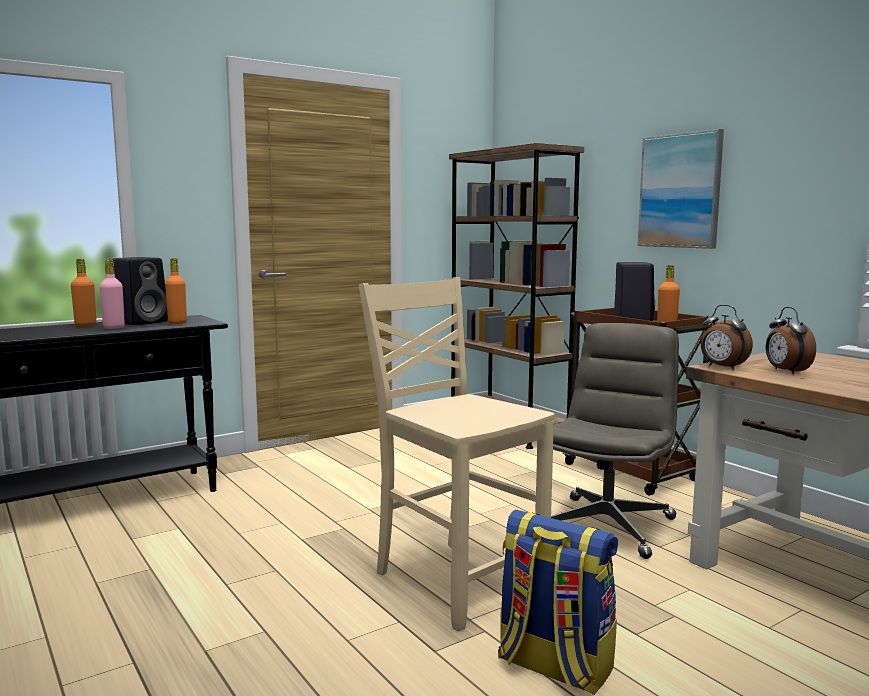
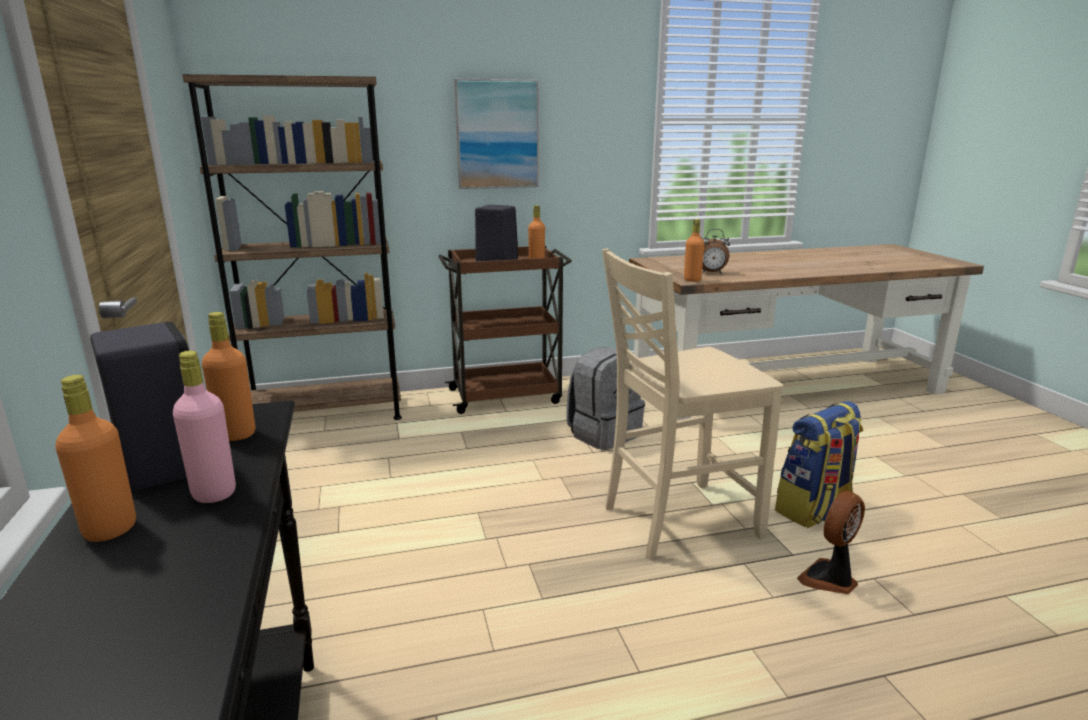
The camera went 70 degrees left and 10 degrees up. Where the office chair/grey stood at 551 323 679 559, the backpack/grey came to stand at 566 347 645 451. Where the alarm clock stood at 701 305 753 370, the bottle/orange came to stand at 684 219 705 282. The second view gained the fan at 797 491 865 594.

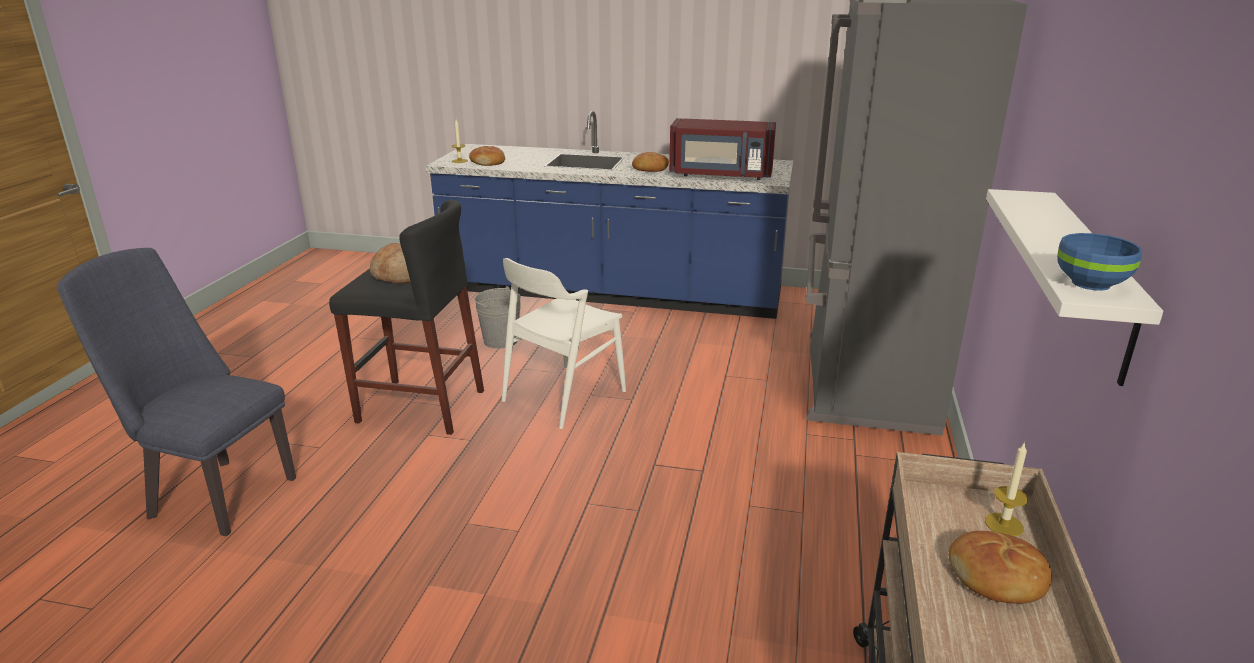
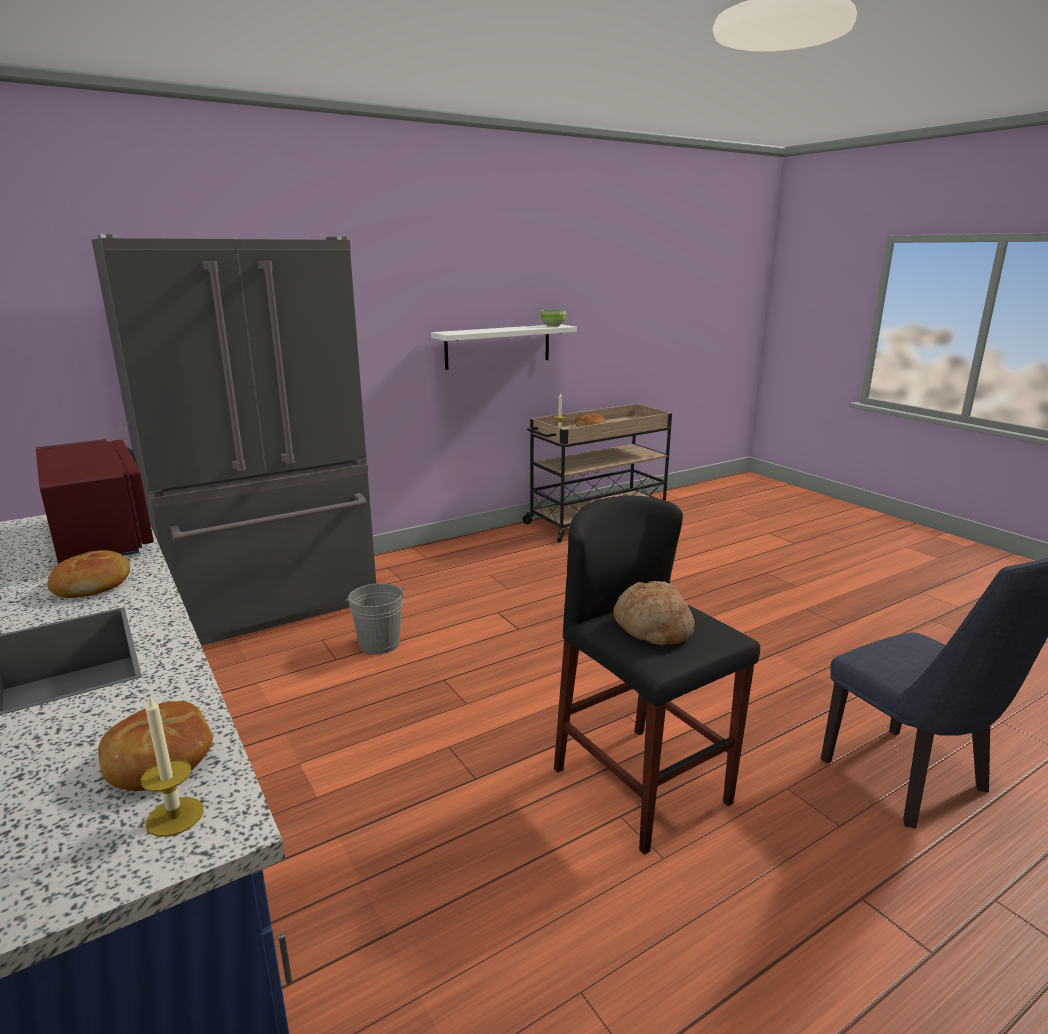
The camera went 135 degrees left and 5 degrees down. The bucket/grey ended up elsewhere, having gone from 474 286 521 349 to 346 583 406 654. The second view lost the chair/white at 502 258 626 429. What was the bowl/blue at 1057 233 1142 291 turned into the bowl/green at 540 310 566 327.

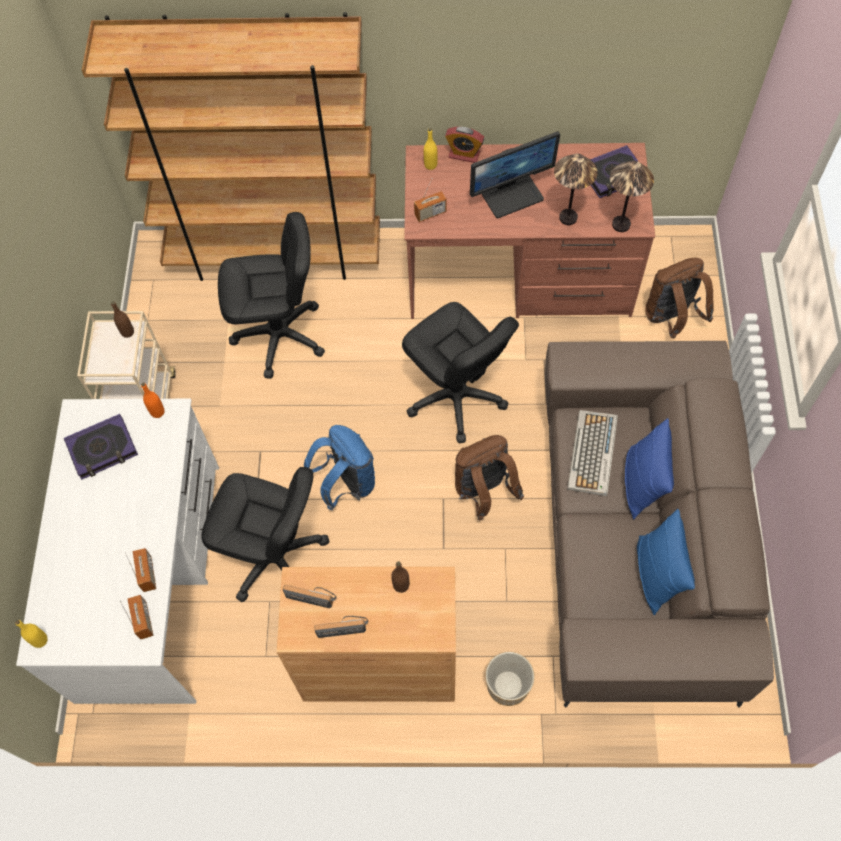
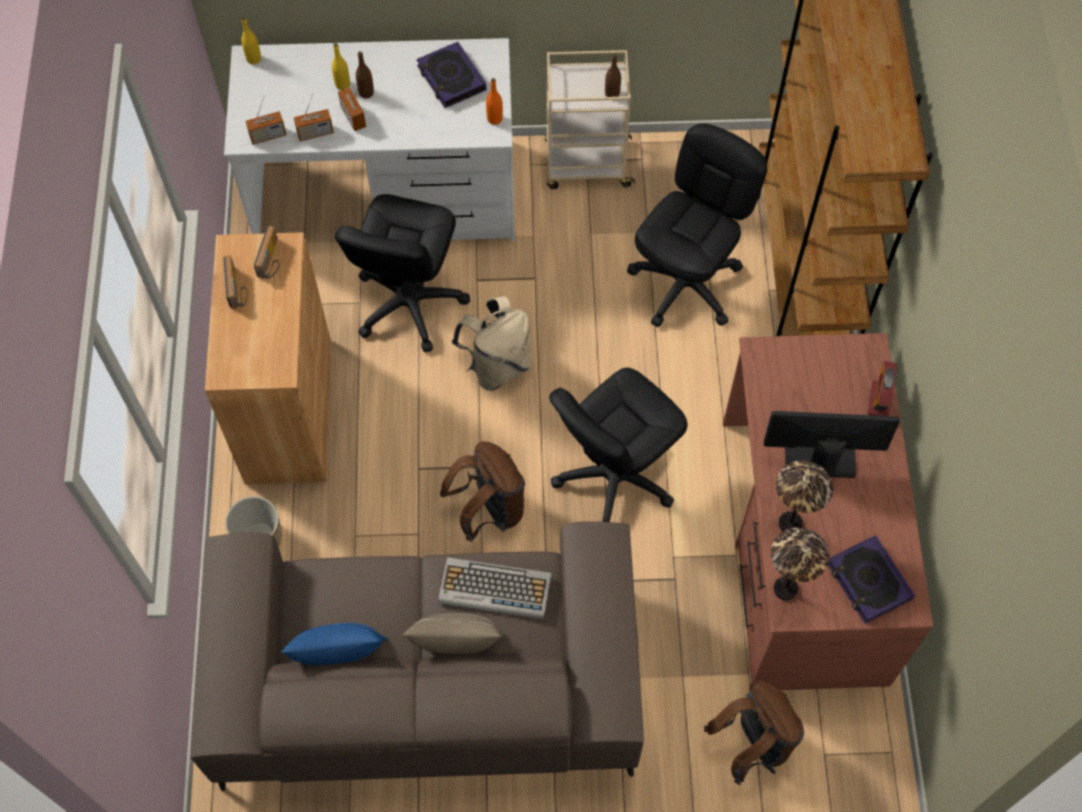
The camera went 85 degrees right and 0 degrees up. The office chair/black at 218 212 325 379 ended up facing another way, 135 degrees counterclockwise from before. What was the backpack/blue at 304 425 375 511 turned into the backpack/beige at 452 296 531 391. The bottle/brown ended up elsewhere, having gone from 391 562 410 593 to 356 51 374 99. The radio ended up elsewhere, having gone from 414 179 446 222 to 338 86 366 131. The bottle/yellow ended up elsewhere, having gone from 424 128 438 170 to 332 43 350 90. The monitor at 470 131 560 218 ended up facing another way, 120 degrees clockwise from before. What was the pillow/blue at 625 418 674 520 turned into the pillow/beige at 402 613 506 654.

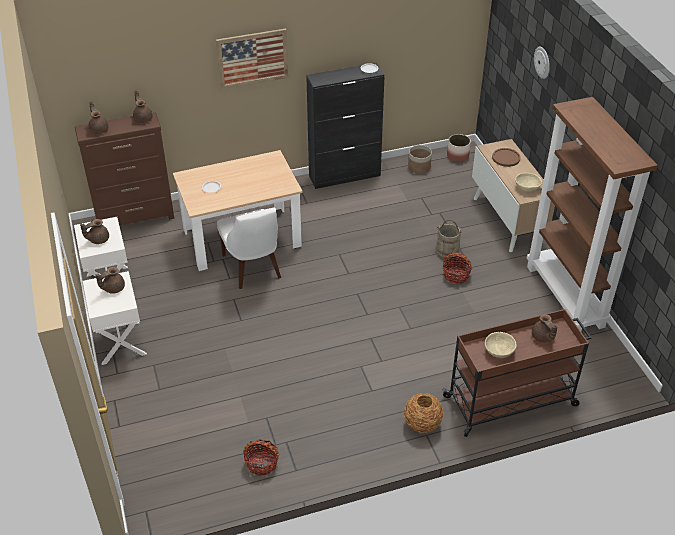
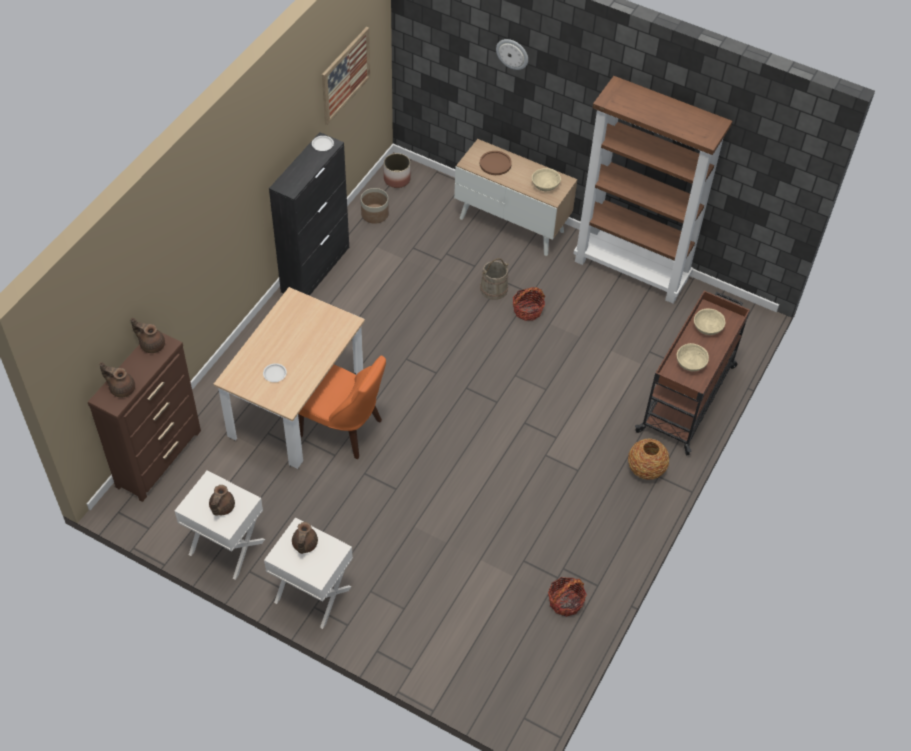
The camera went 45 degrees left and 10 degrees up. The picture ended up elsewhere, having gone from 216 28 289 89 to 322 27 371 125. What was the chair/white at 217 207 281 289 turned into the chair/orange at 298 356 386 459. Where the teapot/brown stood at 532 314 557 343, the bowl/beige came to stand at 694 308 725 335.

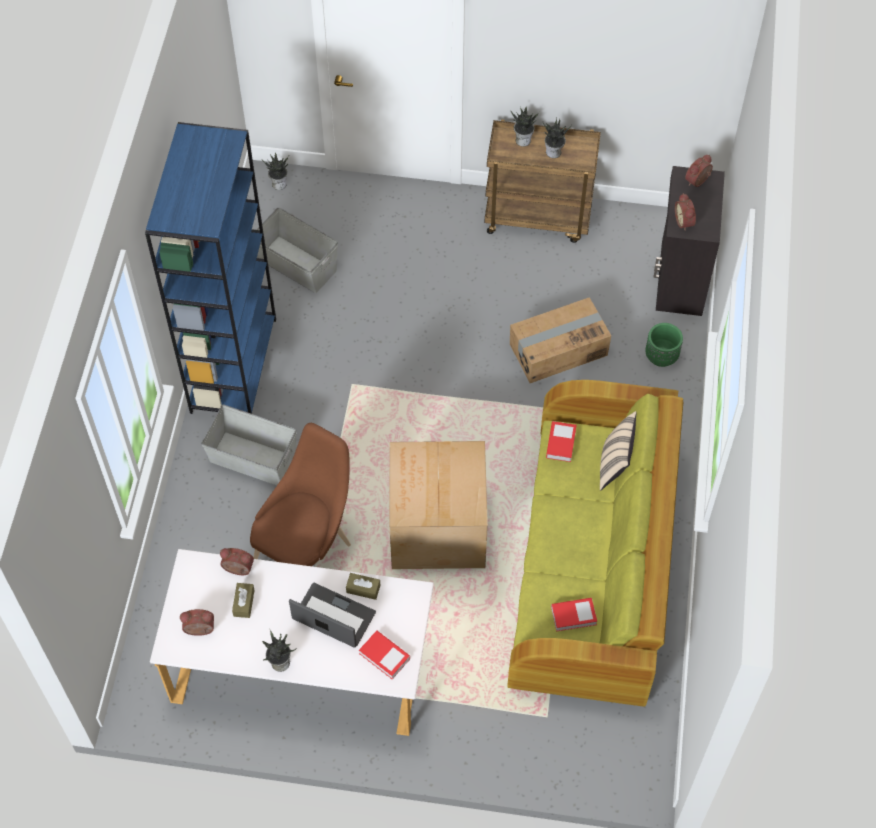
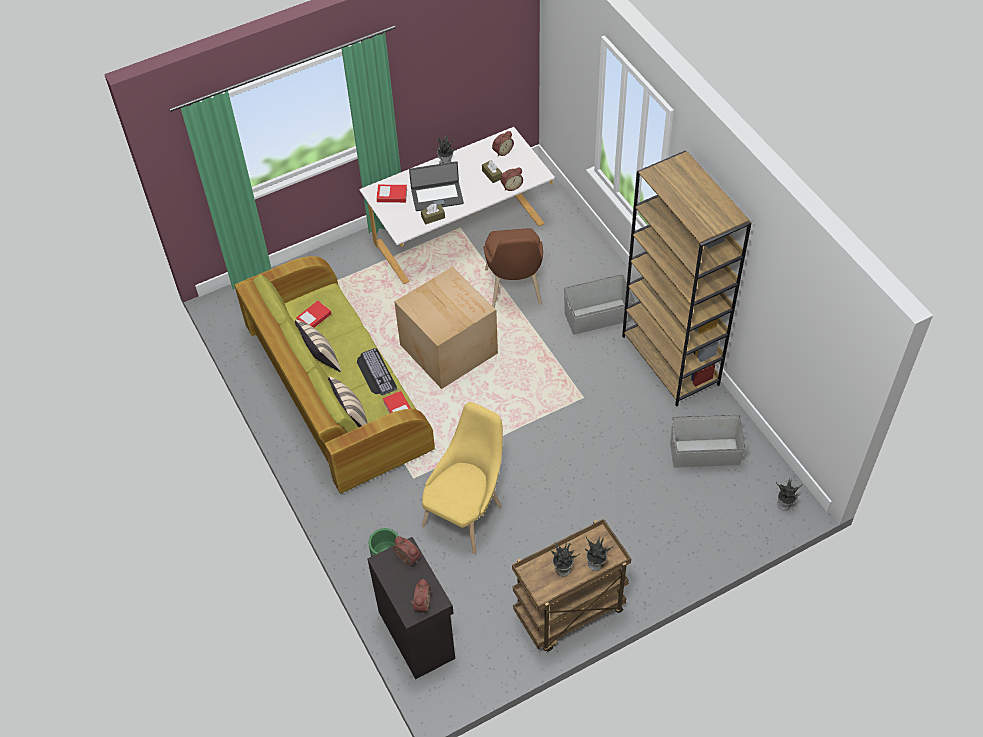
The camera went 145 degrees right and 5 degrees down. What was the bookcase/blue at 145 122 276 414 turned into the bookcase/brown at 622 151 751 406. Where the cardboard box stood at 510 297 611 383, the chair/yellow came to stand at 422 402 503 554. The second view gained the pillow/beige at 295 320 341 372. The second view gained the keyboard at 357 348 397 395.

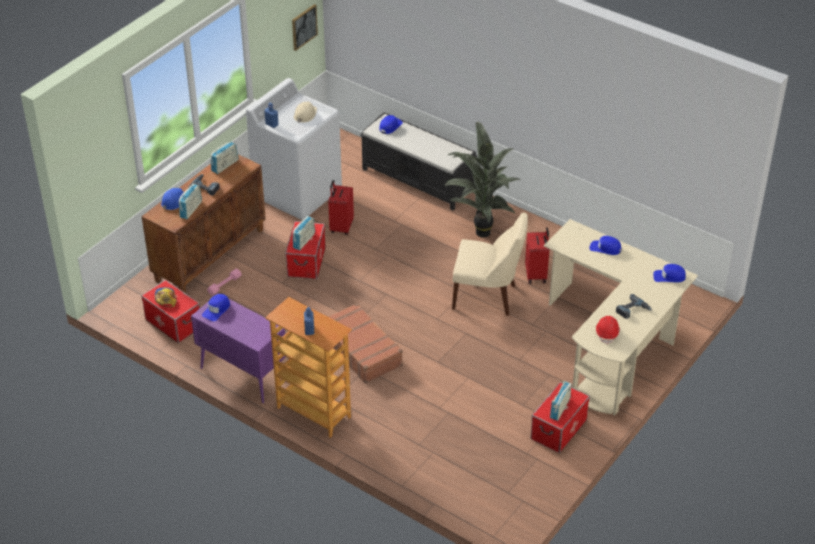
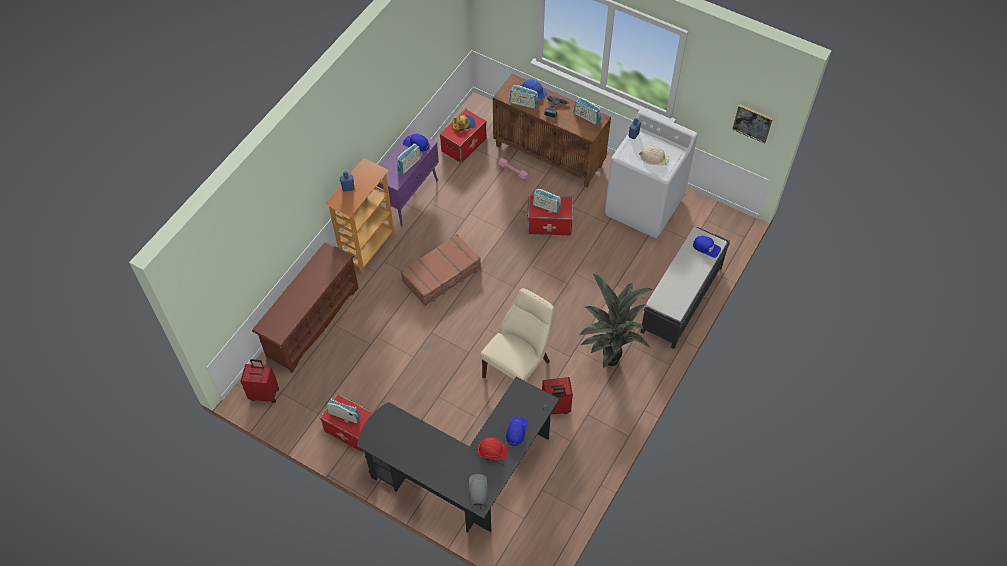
The camera went 85 degrees right and 15 degrees up. The suitcase/red ended up elsewhere, having gone from 328 180 354 235 to 240 359 279 403. The chair/beige at 452 212 528 316 ended up facing another way, 150 degrees counterclockwise from before. What was the desk/beige at 544 219 698 416 turned into the desk/black at 357 377 559 533. The hard hat/red ended up elsewhere, having gone from 596 316 620 344 to 478 437 507 460. The second view lost the power drill at 616 294 652 319. What was the cap/blue at 653 264 686 283 turned into the cap/grey at 469 474 488 505. The second view gained the shoe rack/brown at 252 242 359 373. The second view gained the radio at 397 143 421 174.

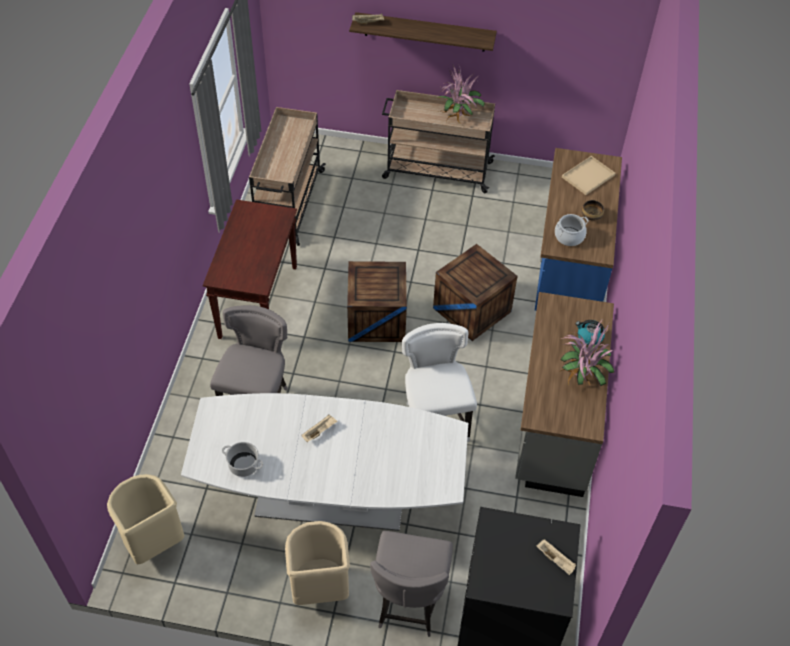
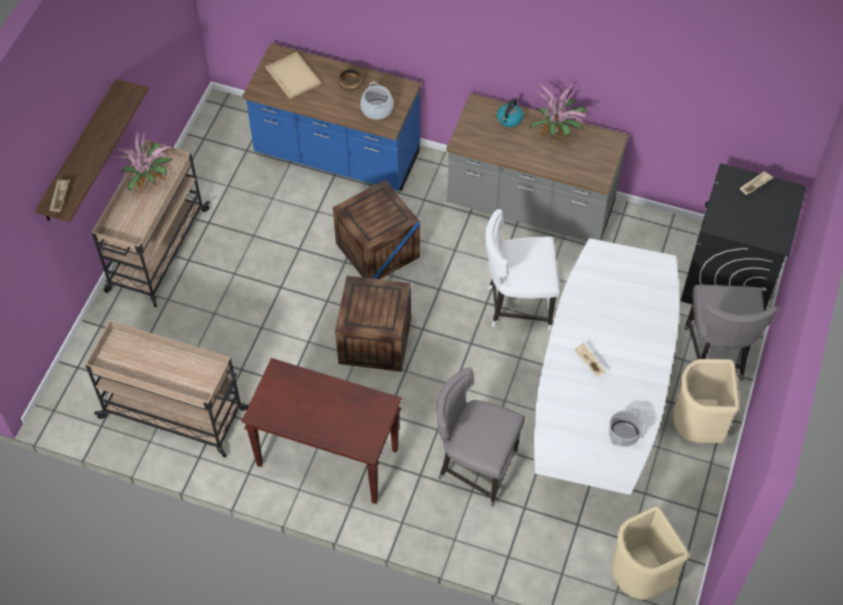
The camera went 80 degrees left and 5 degrees up. The chair/grey at 370 531 453 637 ended up facing another way, 75 degrees clockwise from before.

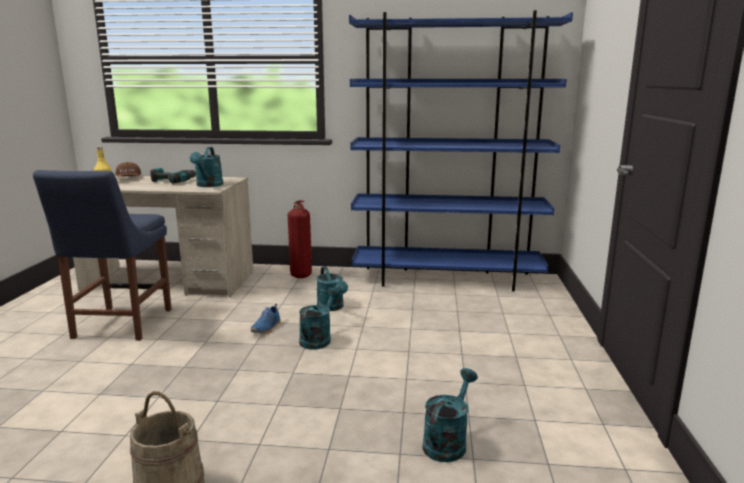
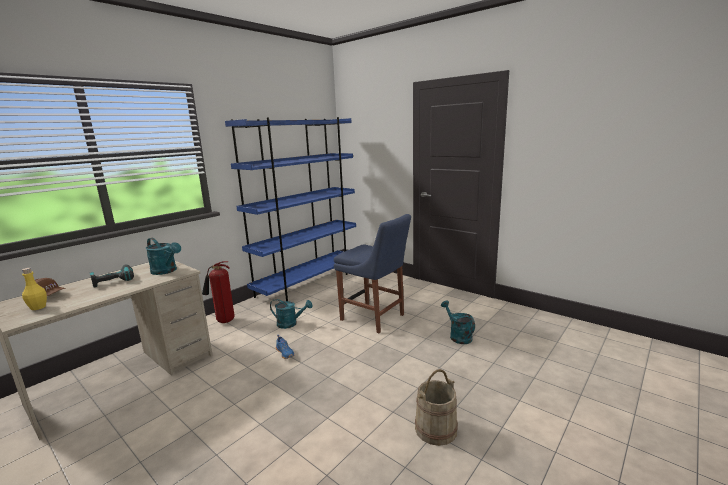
The camera went 55 degrees left and 0 degrees up. The chair/blue ended up elsewhere, having gone from 33 170 172 341 to 334 214 411 333. The second view lost the watering can/turquoise at 299 288 340 349.

